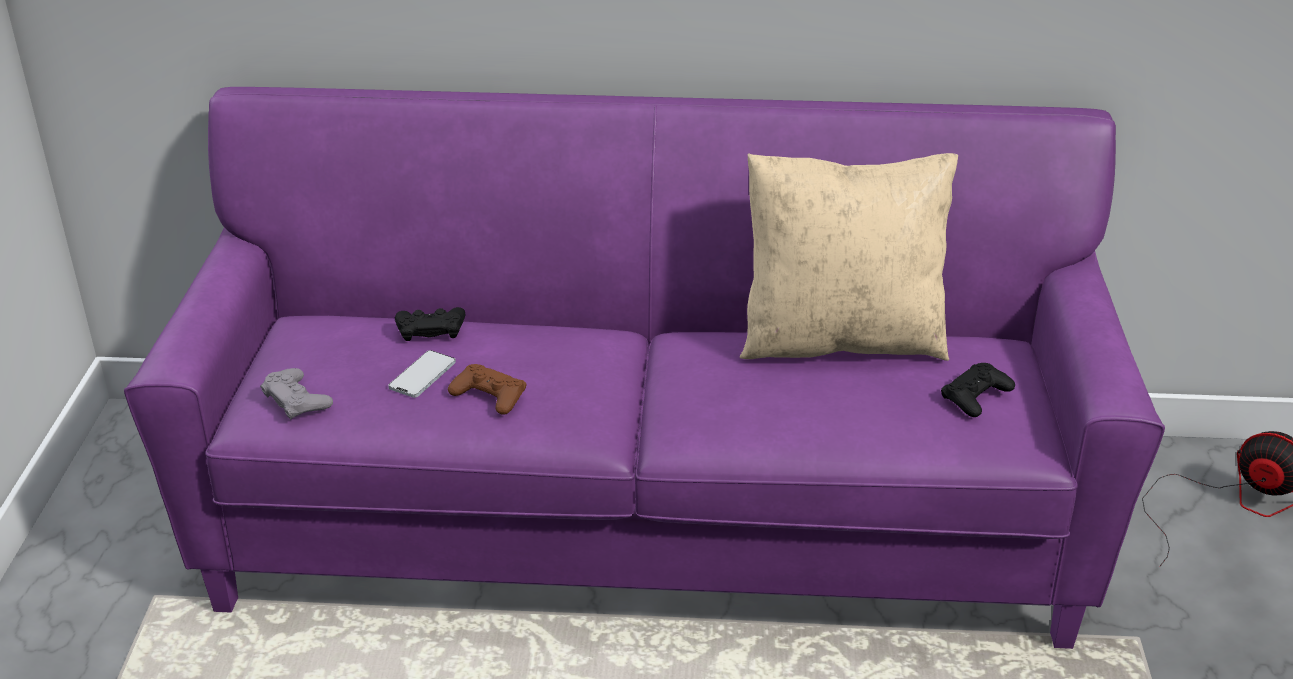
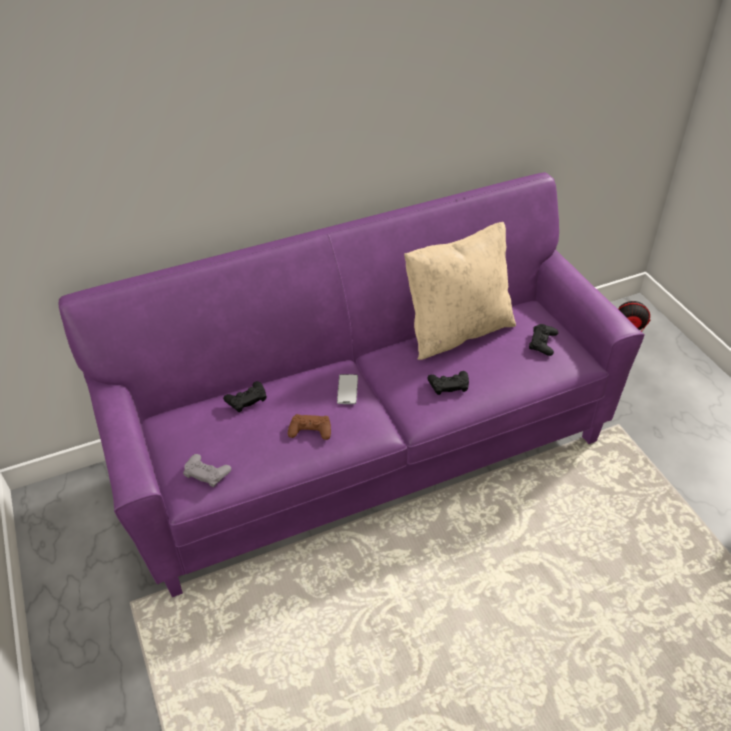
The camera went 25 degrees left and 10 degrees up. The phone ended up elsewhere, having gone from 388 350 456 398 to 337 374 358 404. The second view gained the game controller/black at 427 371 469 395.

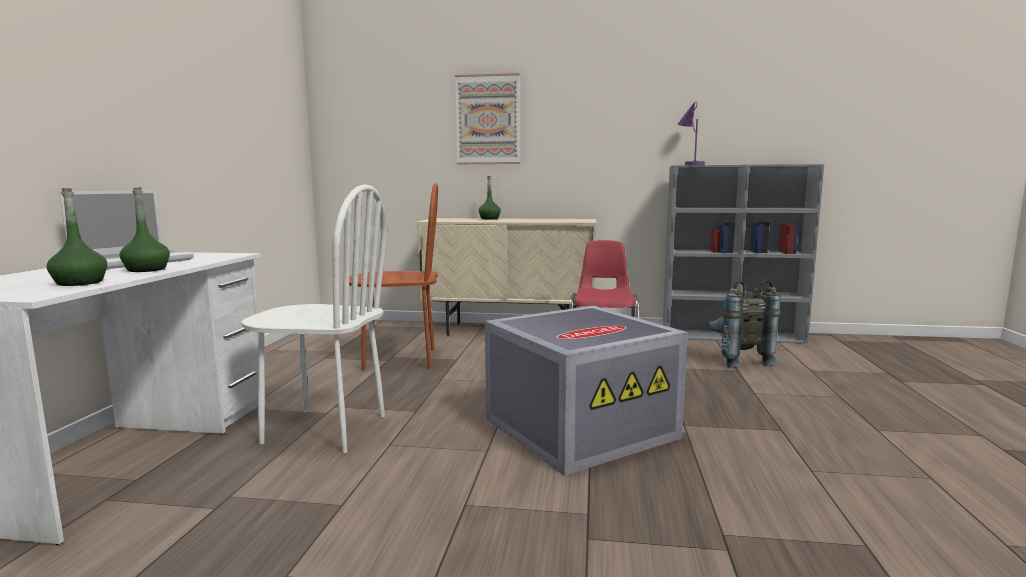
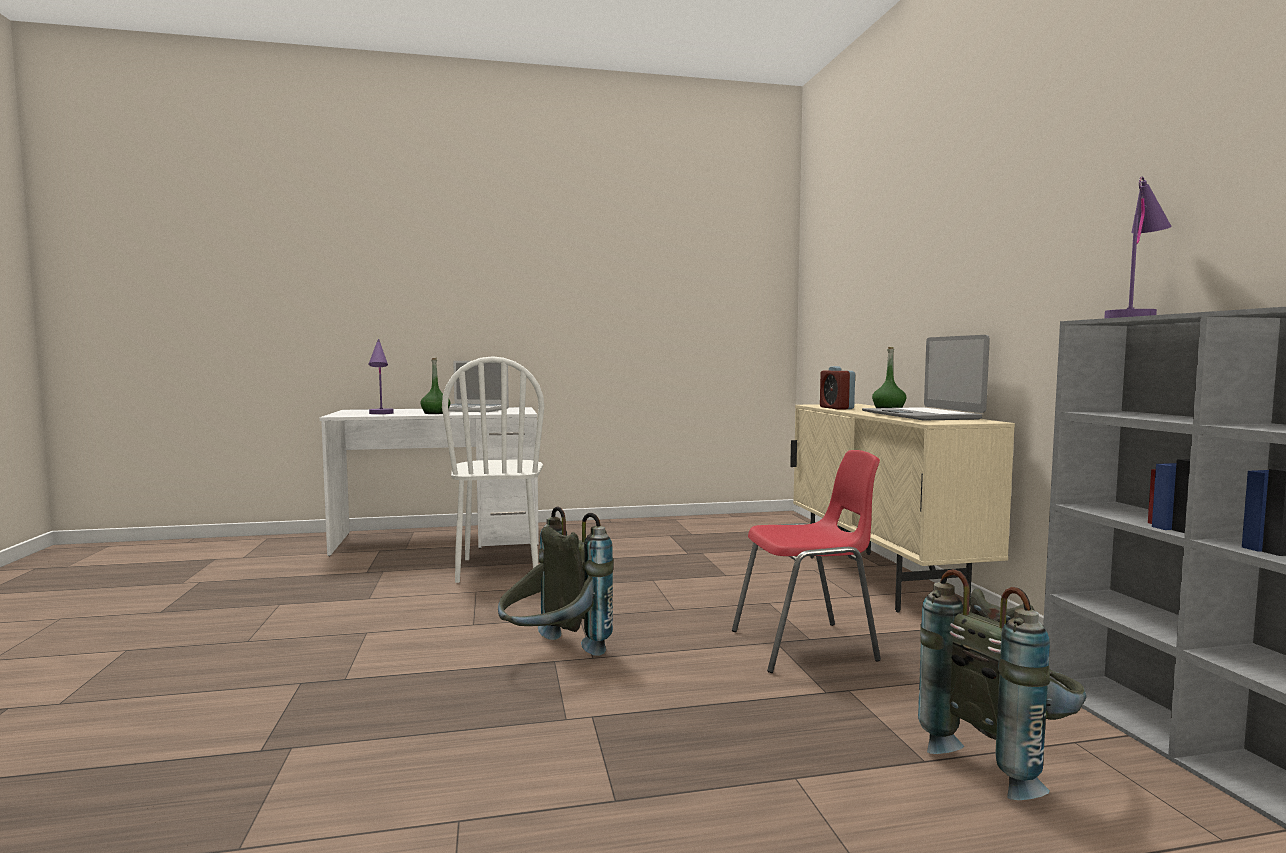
The camera went 70 degrees right and 5 degrees down. Where the bottle/green stood at 46 188 107 286, the table lamp/purple came to stand at 368 339 394 414. The second view lost the chair/brown at 349 183 438 370. The second view lost the picture at 455 73 520 164. Where the storage box/grey stood at 485 305 688 476, the backpack/grey came to stand at 498 506 613 656. The second view gained the alarm clock at 820 366 855 410. The second view gained the laptop at 862 335 990 420.

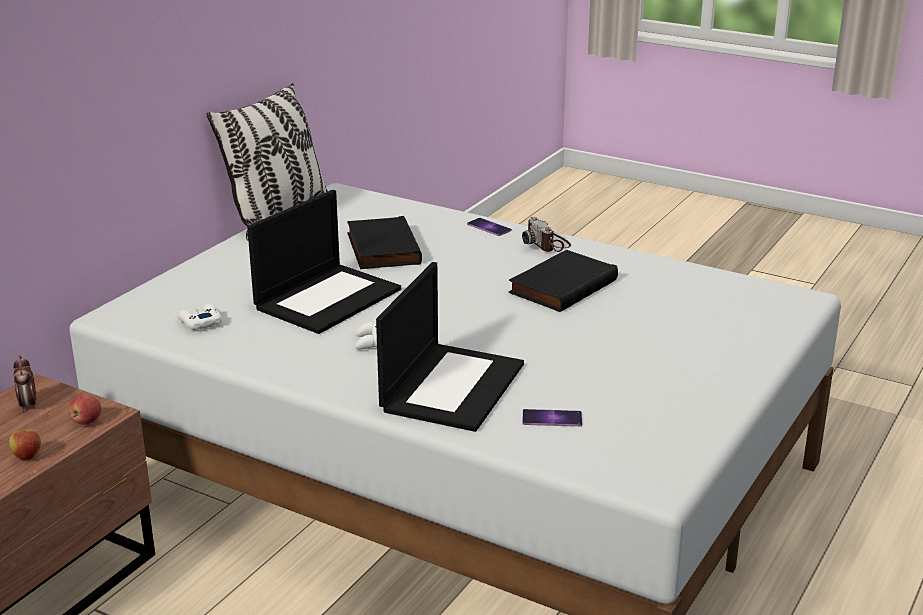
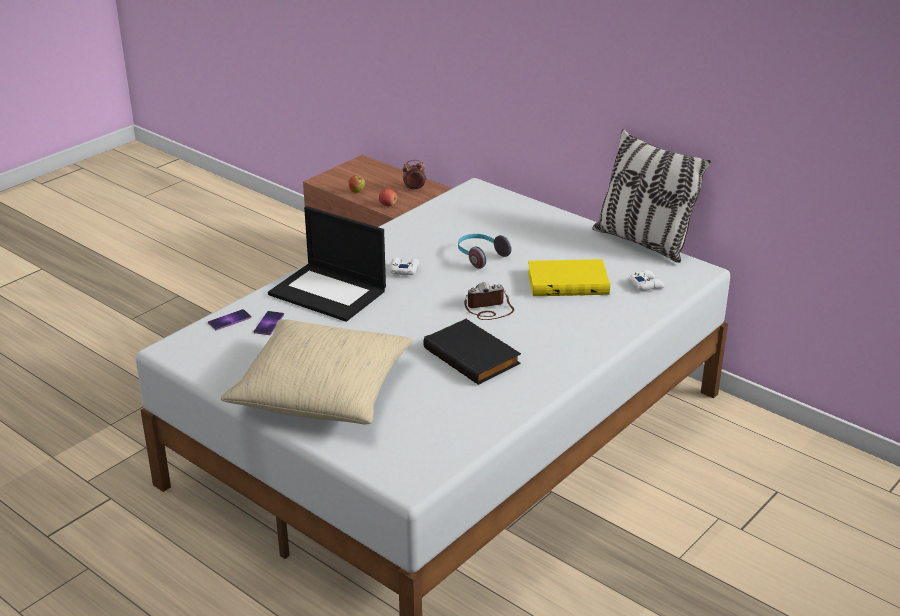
The camera went 100 degrees right and 5 degrees up. The game controller/white ended up elsewhere, having gone from 178 304 222 330 to 628 270 665 291. Where the laptop stood at 247 190 401 334, the headphones came to stand at 458 234 511 269. What was the book/black at 347 216 422 269 turned into the book/yellow at 528 259 610 296. The phone ended up elsewhere, having gone from 467 218 512 236 to 208 309 252 331. The photo camera ended up elsewhere, having gone from 522 217 571 252 to 464 282 514 320. The second view gained the pillow/beige at 220 319 413 424.

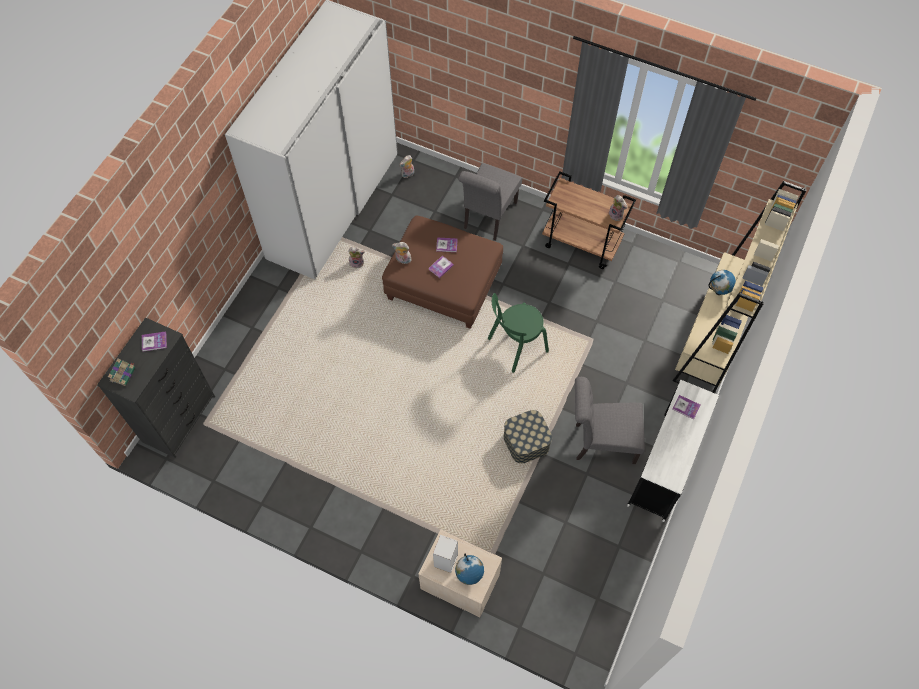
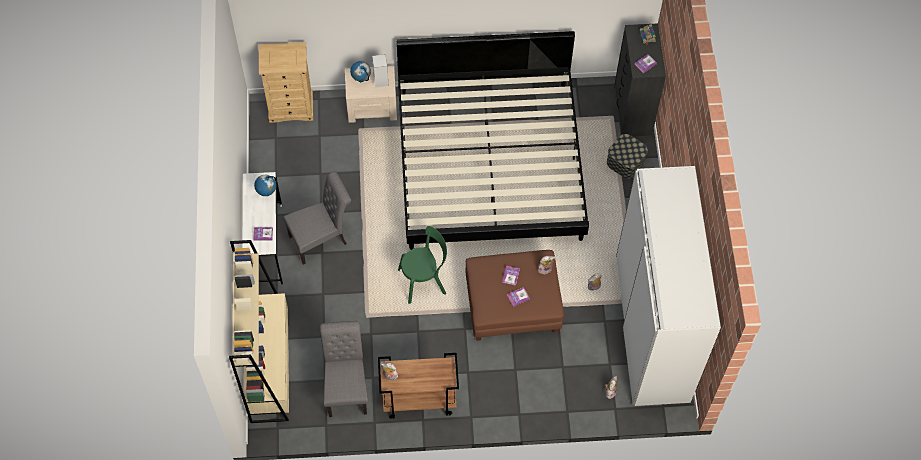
The camera went 150 degrees right and 0 degrees up. The chair/grey ended up elsewhere, having gone from 458 163 522 240 to 320 321 368 417. The chair/green at 488 293 549 373 ended up facing another way, 45 degrees clockwise from before. The storage box ended up elsewhere, having gone from 504 410 552 463 to 607 134 648 179. The globe ended up elsewhere, having gone from 708 270 736 295 to 254 175 276 196. The second view gained the dresser/beige at 259 42 314 123. The second view gained the bed at 396 31 589 250.

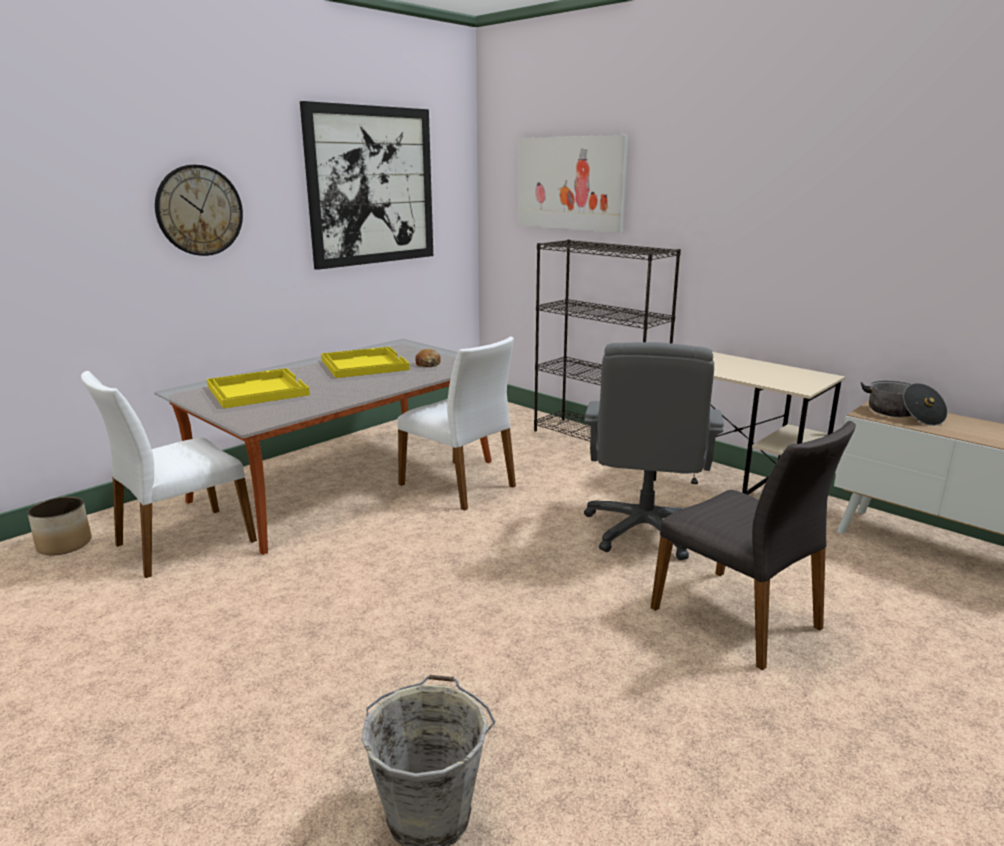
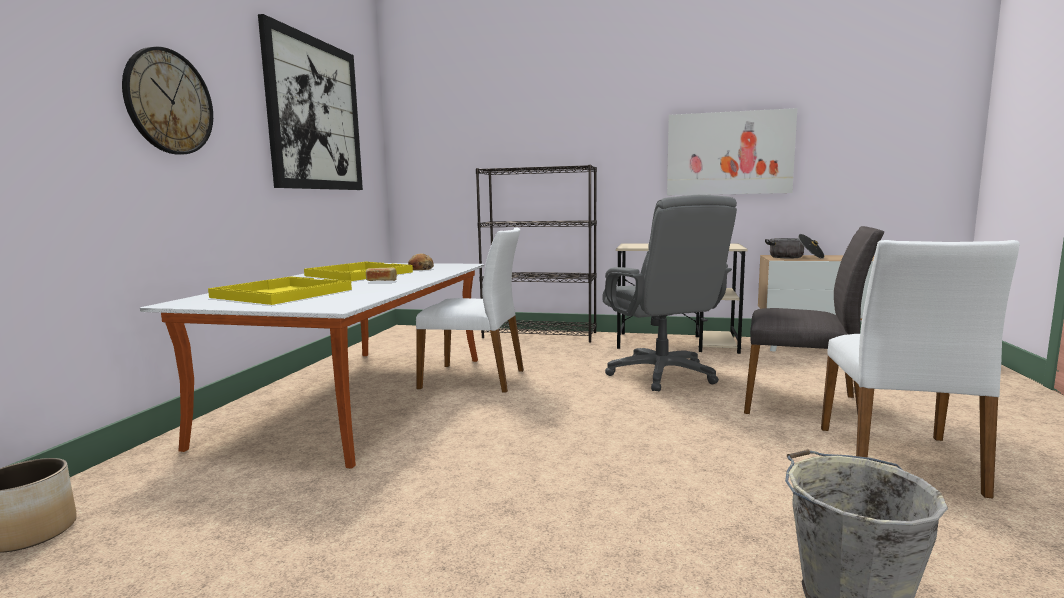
The camera went 30 degrees left and 10 degrees down. The chair/white ended up elsewhere, having gone from 81 371 257 578 to 821 240 1019 498. The picture ended up elsewhere, having gone from 518 135 628 233 to 667 108 797 195. The second view gained the bread at 366 268 397 281.

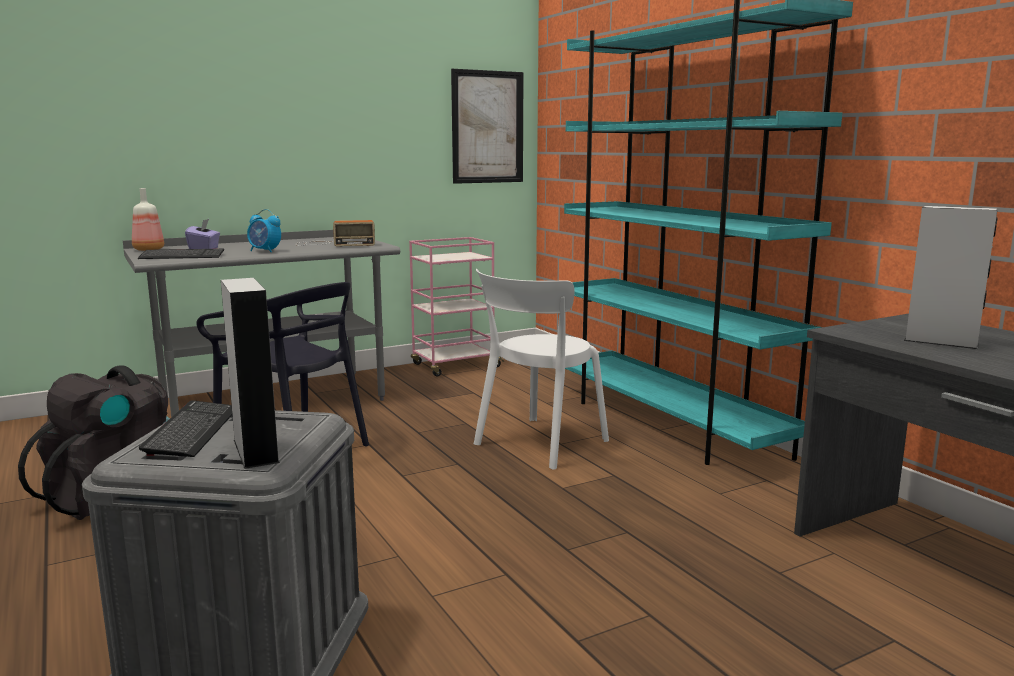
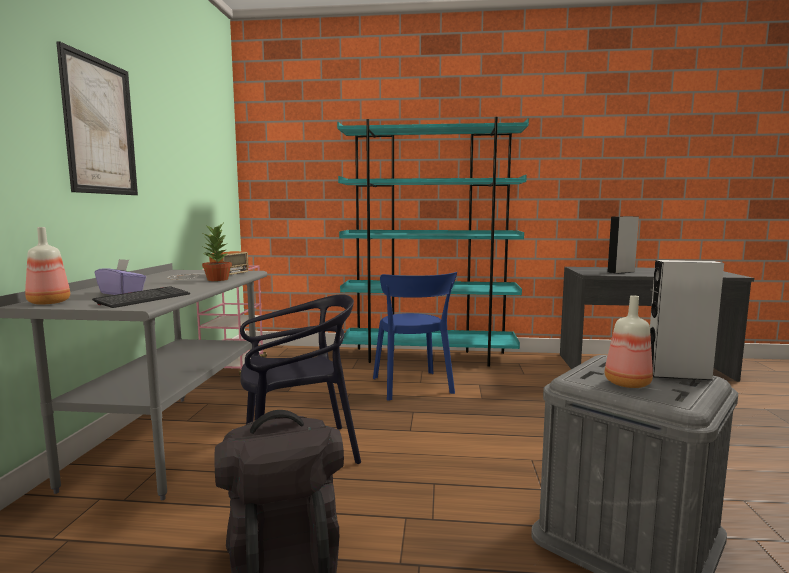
The camera went 55 degrees left and 5 degrees down. Where the keyboard stood at 139 400 232 457, the bottle came to stand at 605 295 653 388. The second view lost the alarm clock at 247 209 281 252. The picture ended up elsewhere, having gone from 451 69 523 184 to 56 41 138 195. What was the chair/white at 474 269 609 470 turned into the chair/blue at 373 272 457 401. The second view gained the potted plant at 202 224 232 281.

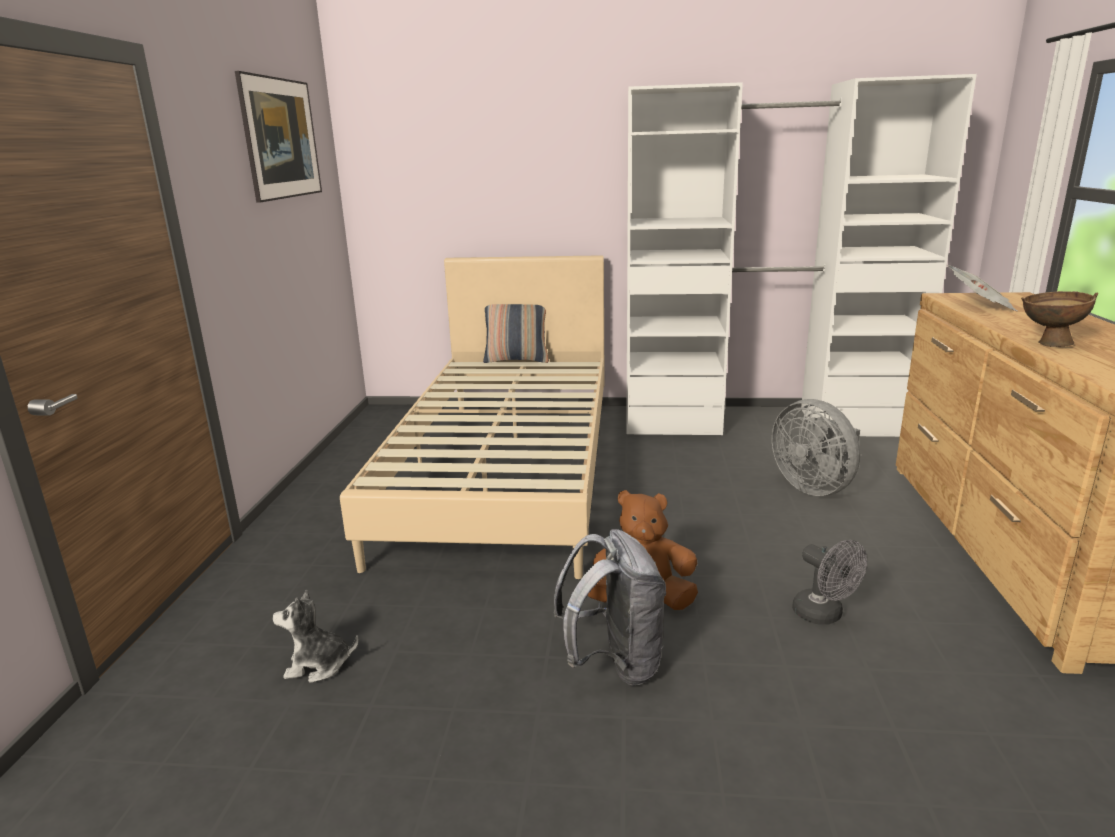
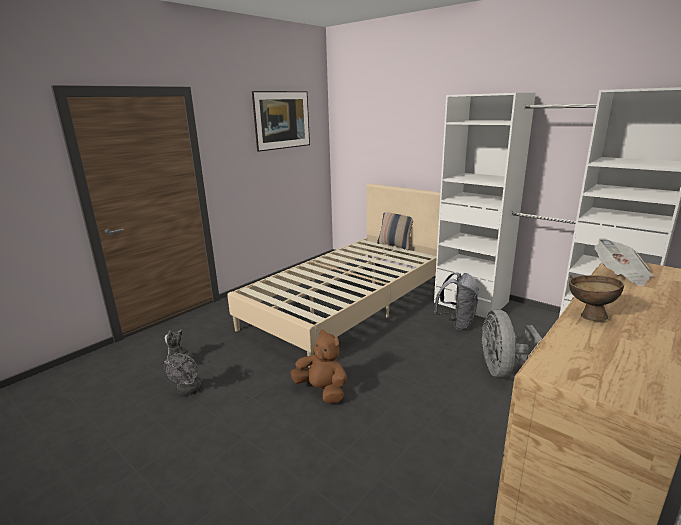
The camera went 35 degrees right and 0 degrees up. The backpack/grey ended up elsewhere, having gone from 554 529 666 685 to 434 272 479 330. The fan/grey ended up elsewhere, having gone from 792 540 867 624 to 164 353 203 395.

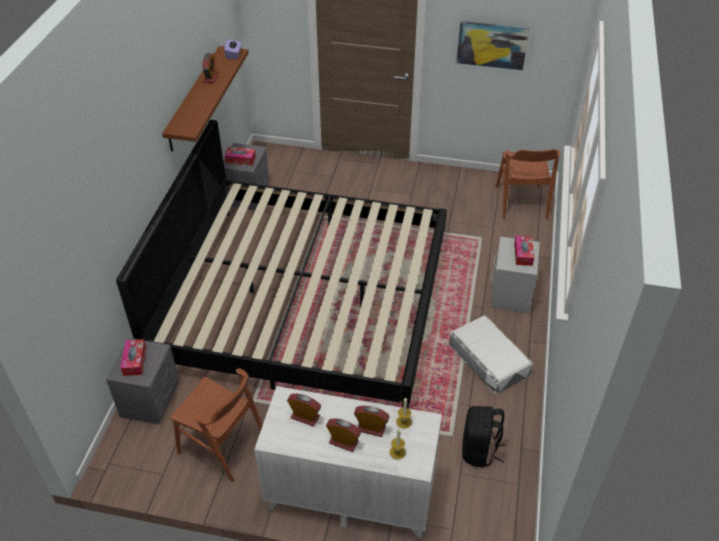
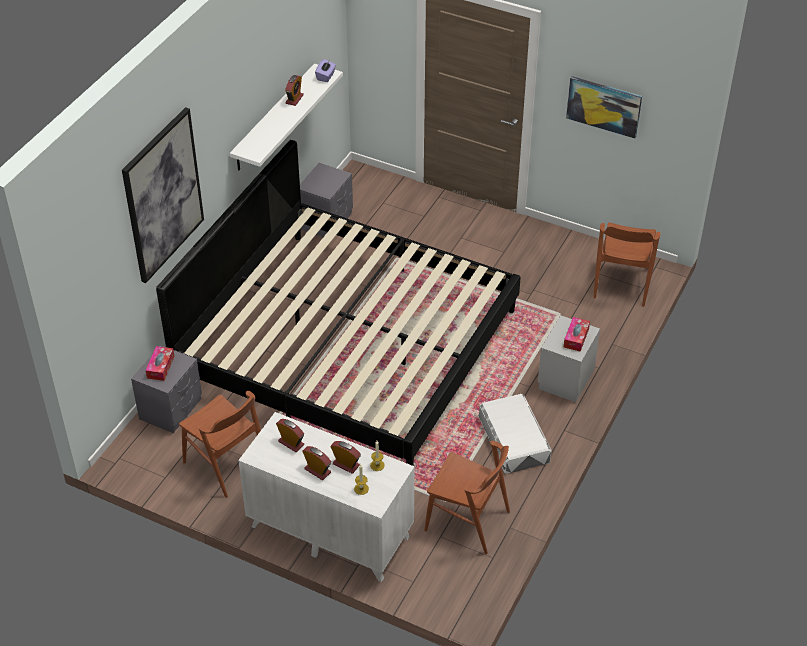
The camera went 15 degrees right and 0 degrees up. What was the shelf/brown at 162 46 249 152 turned into the shelf/white at 230 64 343 171. The second view lost the tissue box at 224 147 256 166. Where the backpack/black stood at 462 406 505 467, the chair/brown came to stand at 424 441 510 554. The second view gained the picture at 122 107 204 283.

